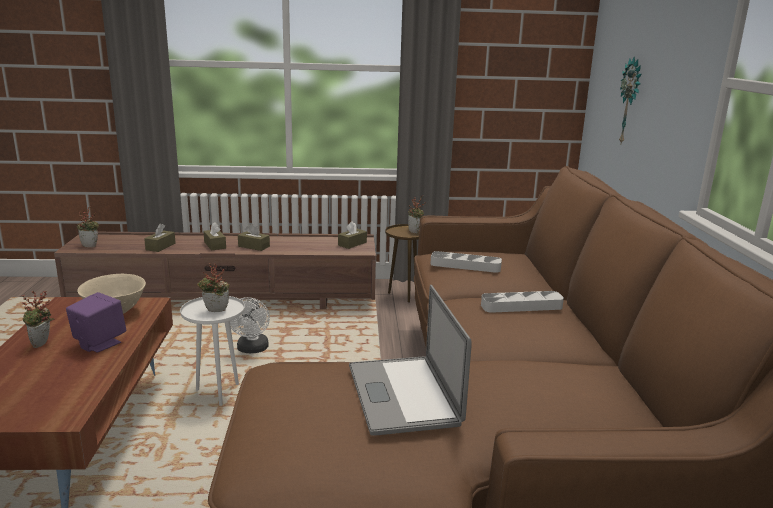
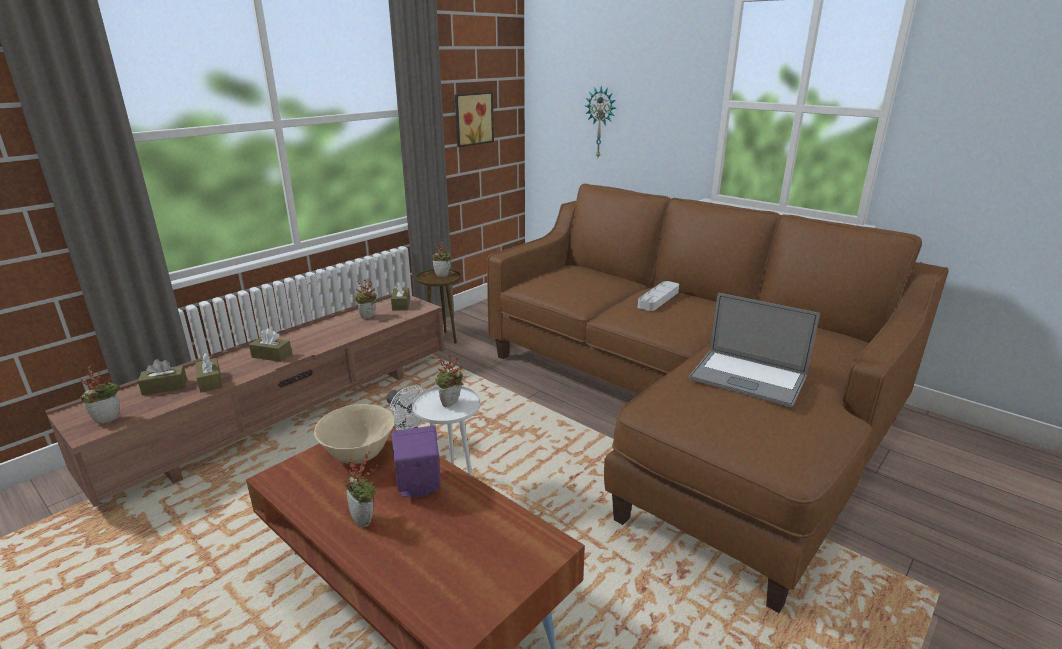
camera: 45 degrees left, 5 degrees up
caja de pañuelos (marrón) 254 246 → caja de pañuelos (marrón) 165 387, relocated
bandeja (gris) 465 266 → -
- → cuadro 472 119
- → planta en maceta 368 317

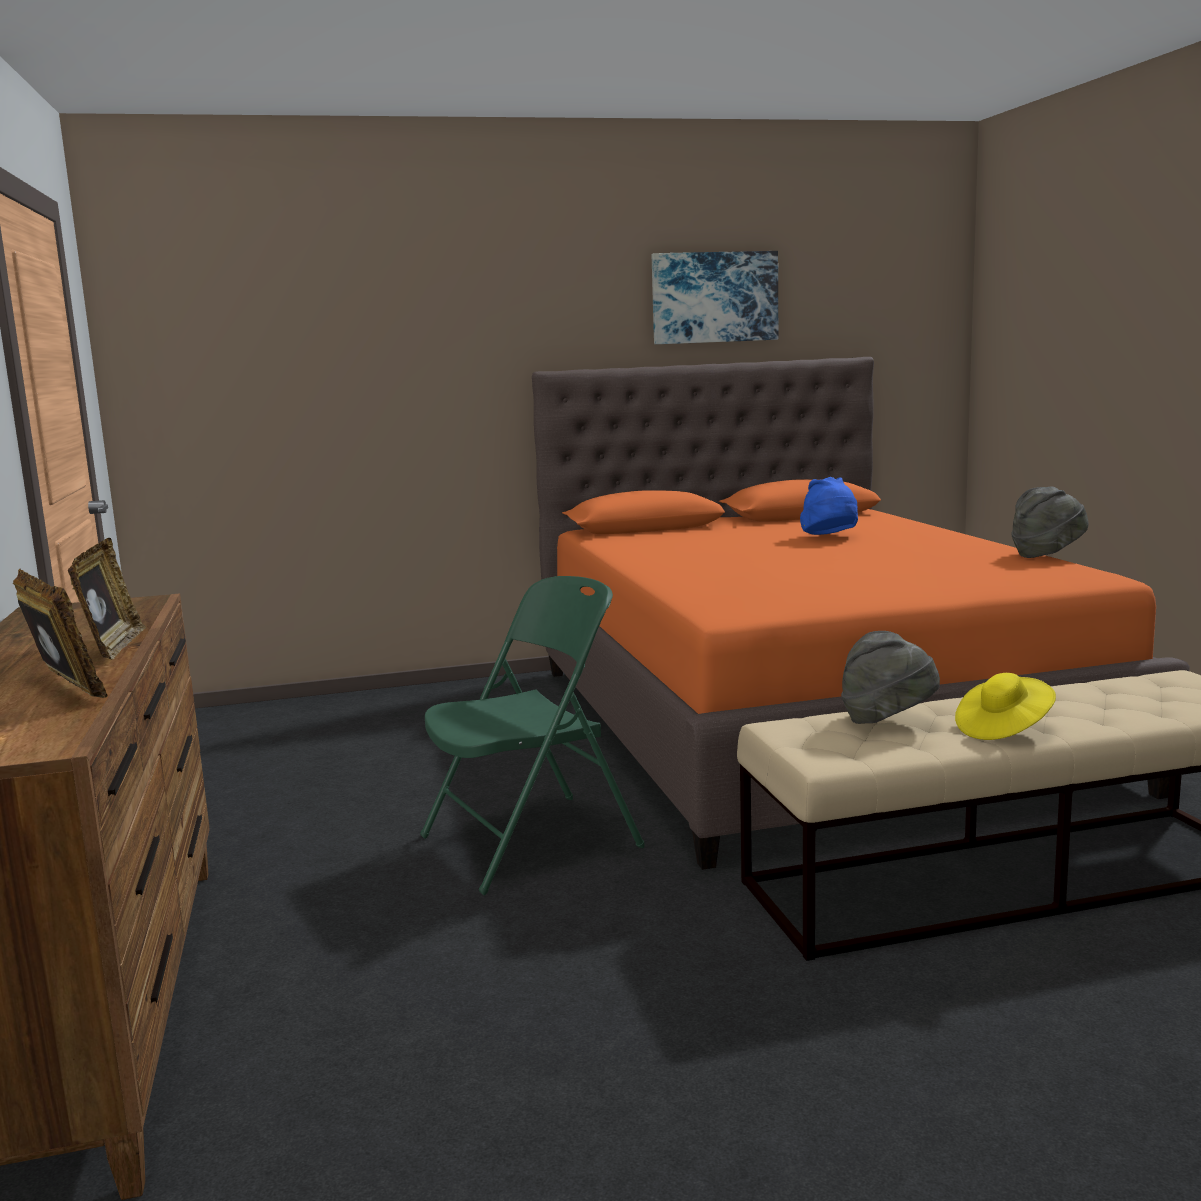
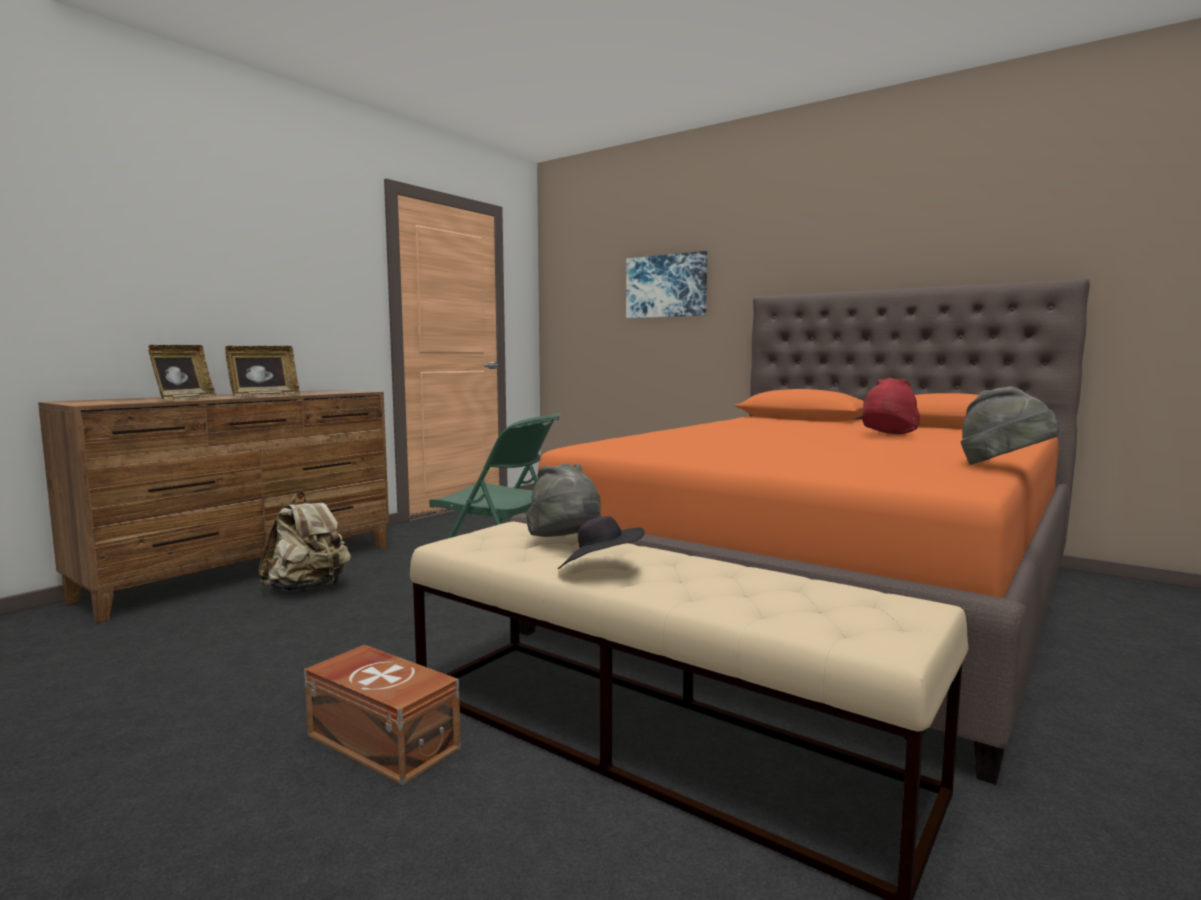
camera: 50 degrees right, 5 degrees down
cuadro 714 297 → cuadro 666 286, relocated
sombrero (azul) 830 537 → sombrero (rojo) 888 435
sombrero (amarillo) 1003 729 → sombrero (negro) 600 570
- → mochila (beis) 308 589
- → caja de almacenaje (marrón) 383 740

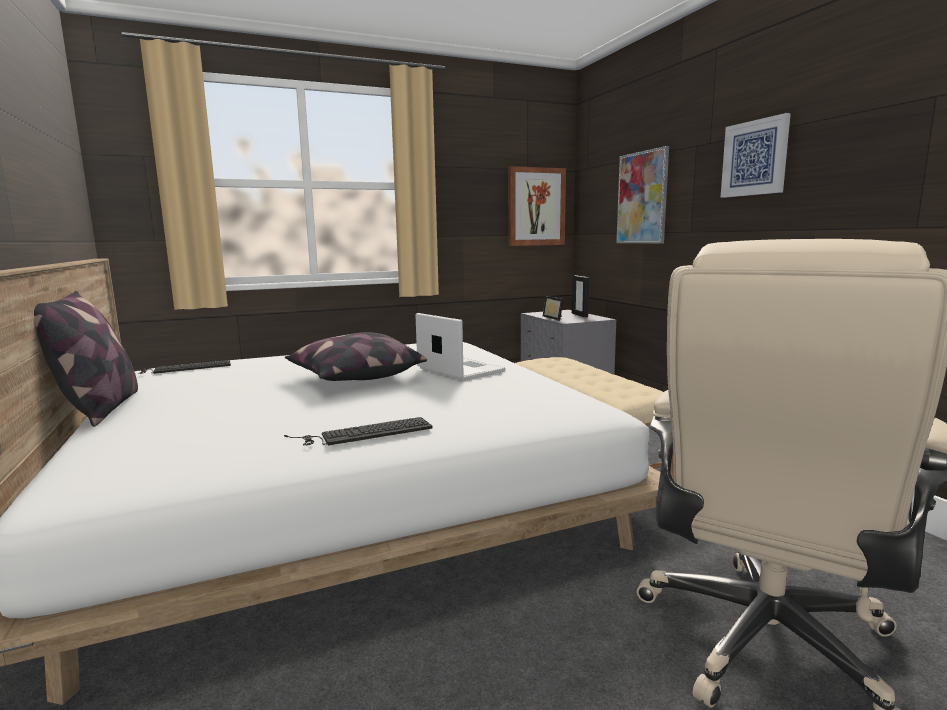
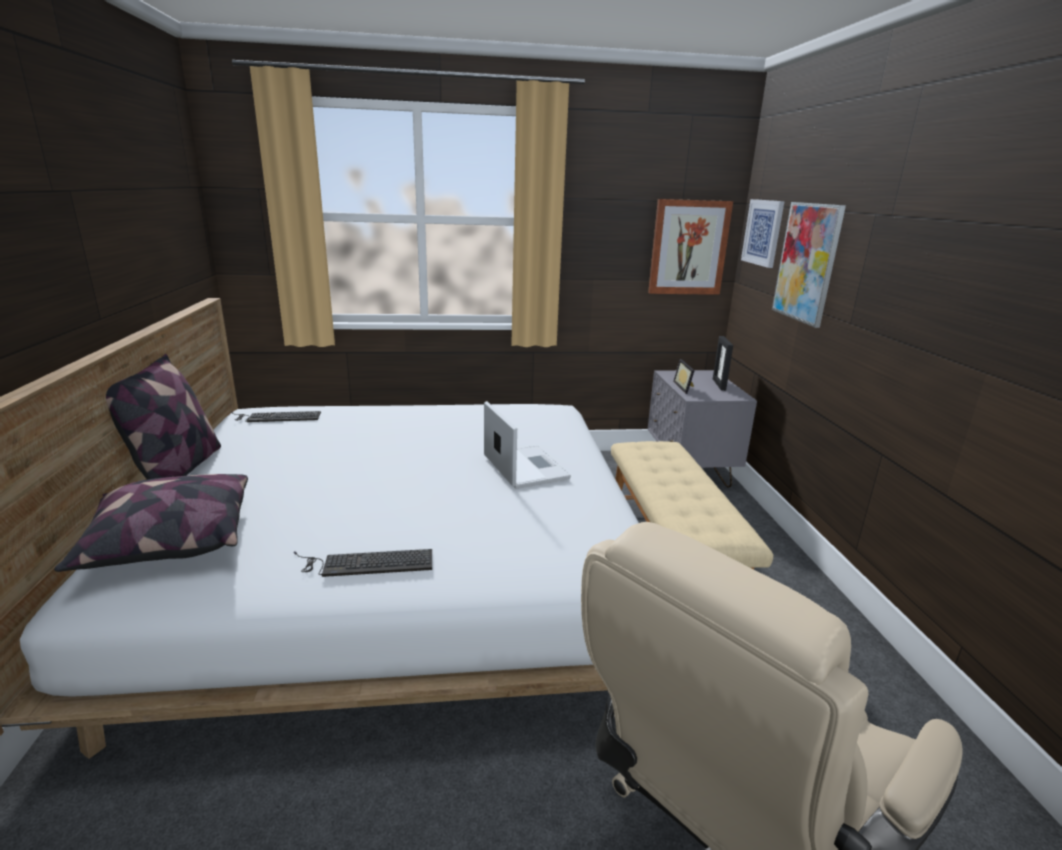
camera: 15 degrees right, 10 degrees up
cuadro 755 158 → cuadro 763 232, relocated
cojín 354 379 → cojín 169 542, relocated

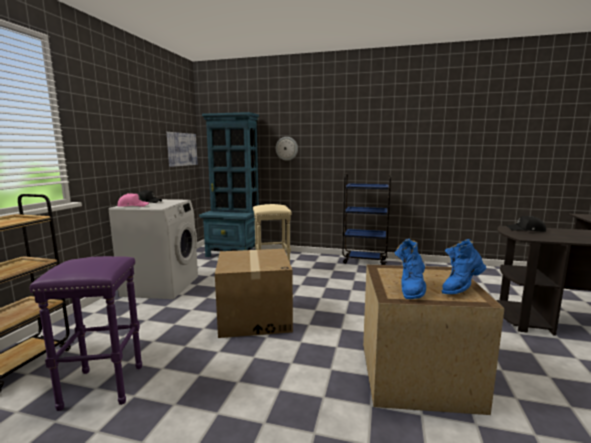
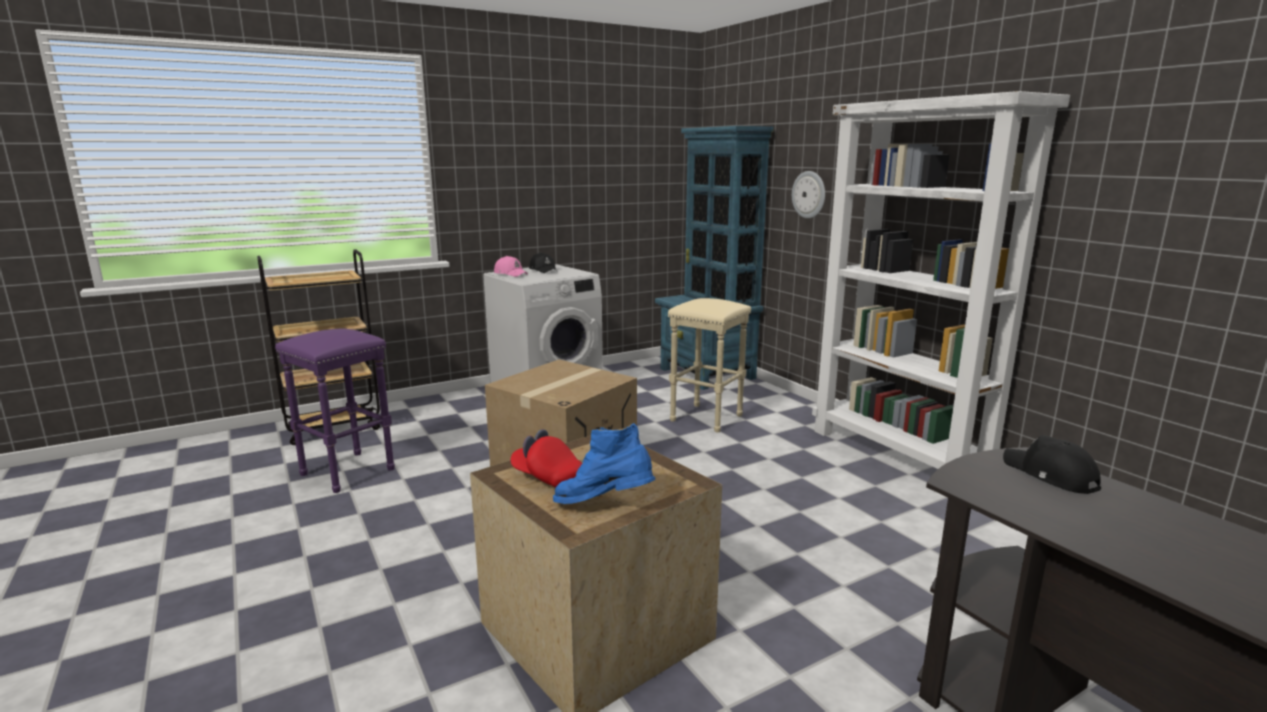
camera: 45 degrees right, 5 degrees up
cuadro 182 149 → -
carrito (azul) 365 261 → estantería (blanco) 899 455
bota (azul) 411 289 → gorra (rojo) 547 477

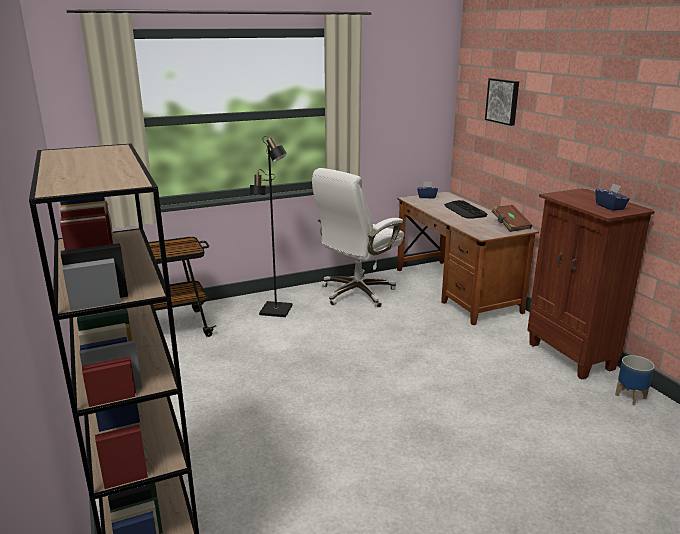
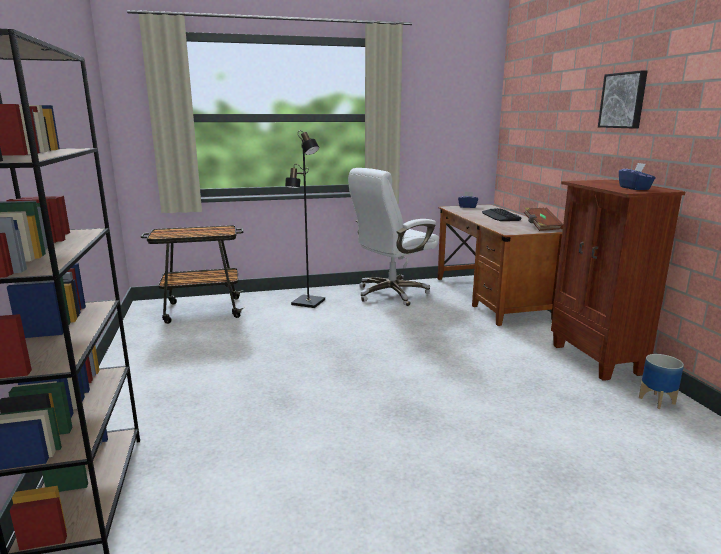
camera: 10 degrees right, 5 degrees down
cuadro 503 101 → cuadro 623 100, relocated

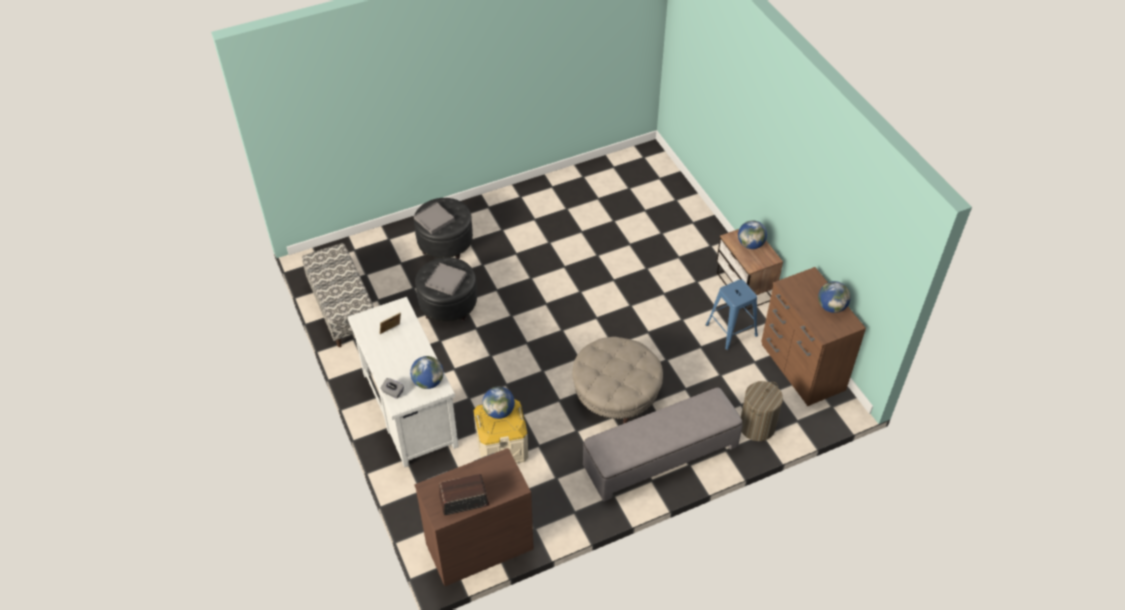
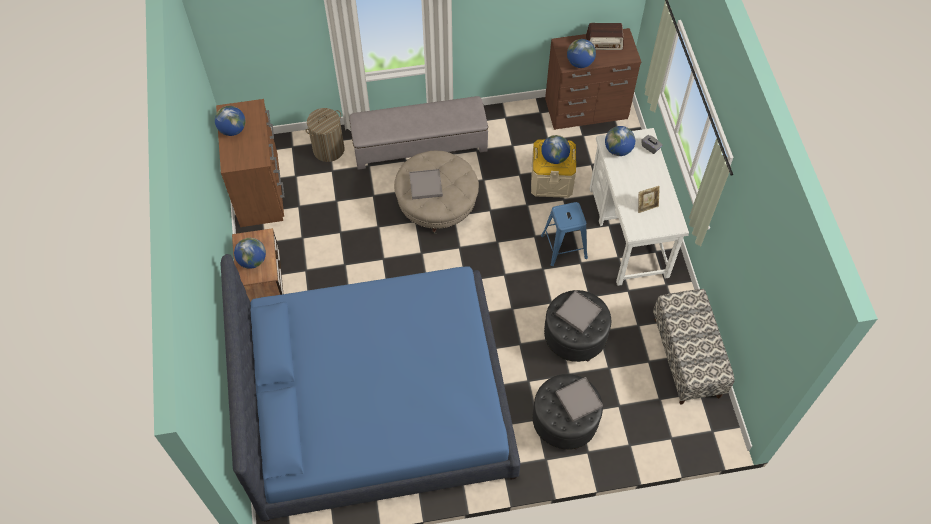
camera: 165 degrees left, 10 degrees up
taburete (azul) 731 330 → taburete (azul) 563 246, relocated
- → globo terráqueo 580 63
- → bandeja (gris) 426 185
- → cama (azul) 377 401

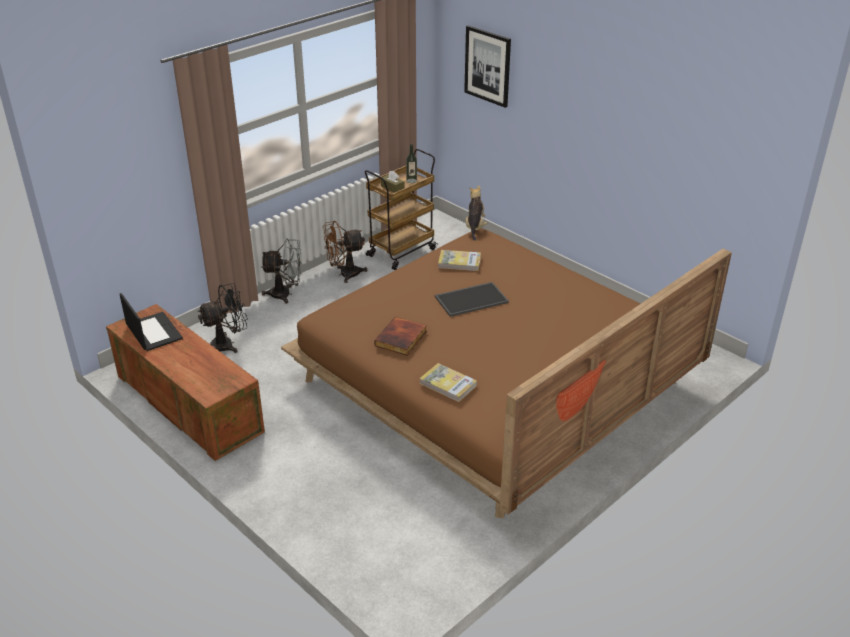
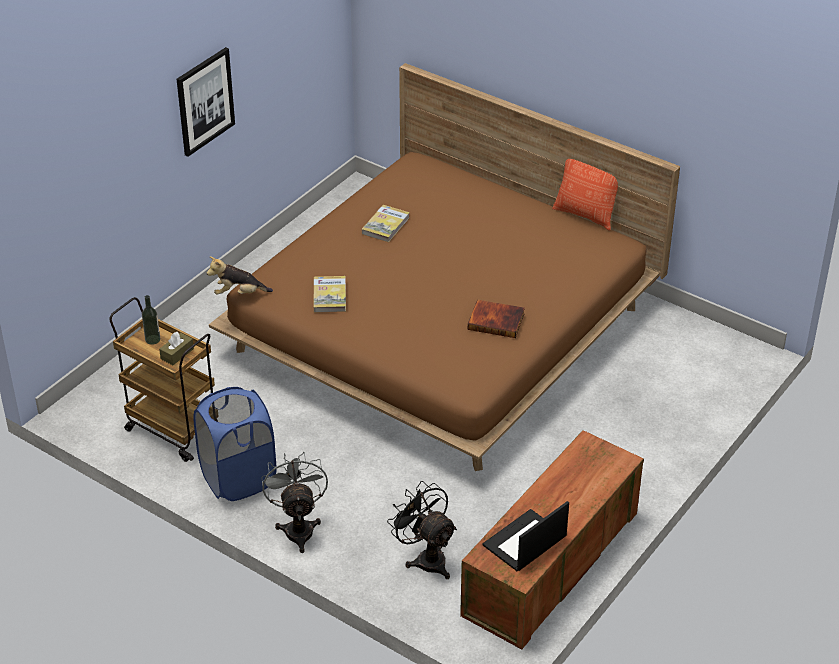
camera: 100 degrees left, 5 degrees up
cuadro 488 66 → cuadro 205 101, relocated
ventilador (marrón) 344 274 → cesto de la ropa (azul) 238 478
bandeja 471 299 → -
libro 448 384 → libro 385 225, relocated

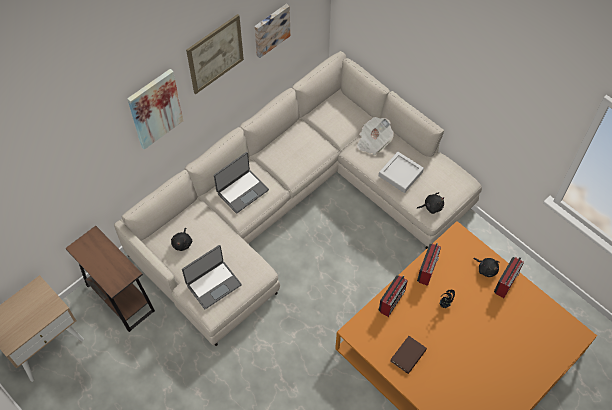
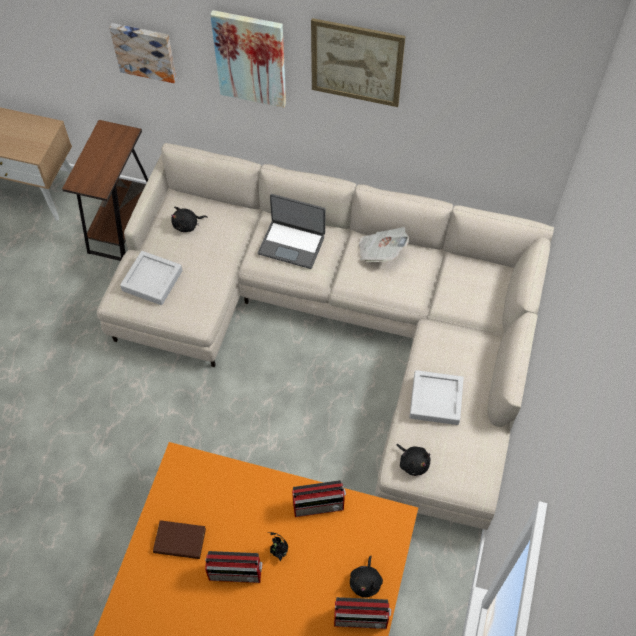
camera: 60 degrees right, 0 degrees up
cuadro 271 29 → cuadro 145 51, relocated
periódico 373 141 → periódico 381 251, relocated
portátil 213 284 → bandeja (gris) 152 280
radio 392 300 → radio 236 573, relocated

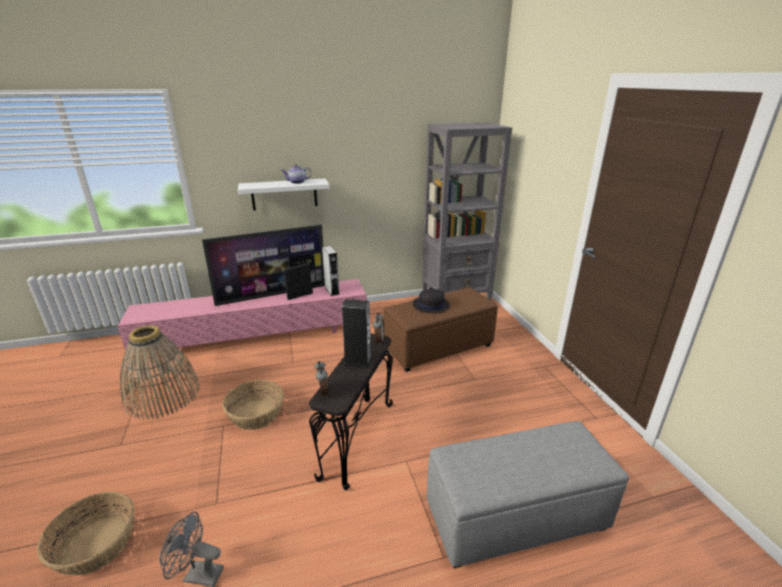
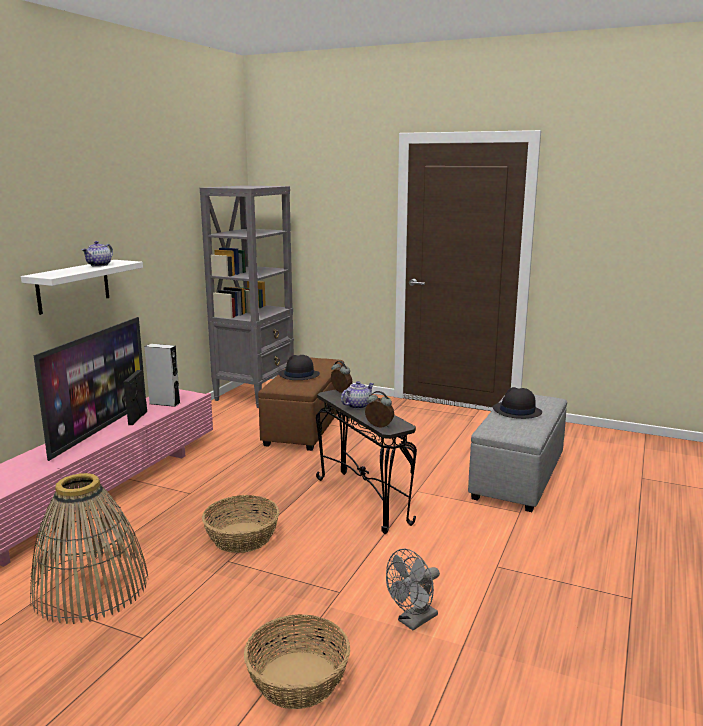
camera: 50 degrees left, 10 degrees down
altavoz 358 361 → tetera 357 406
- → sombrero (negro) 516 411

